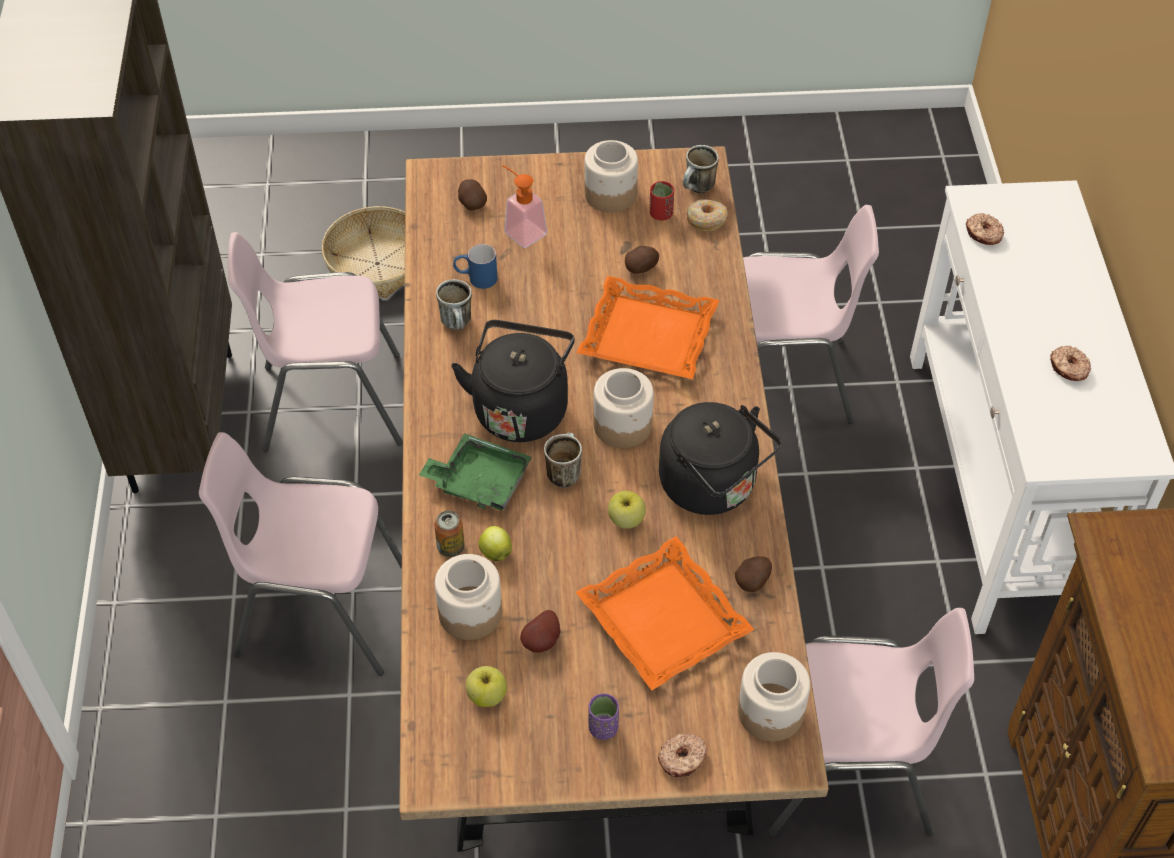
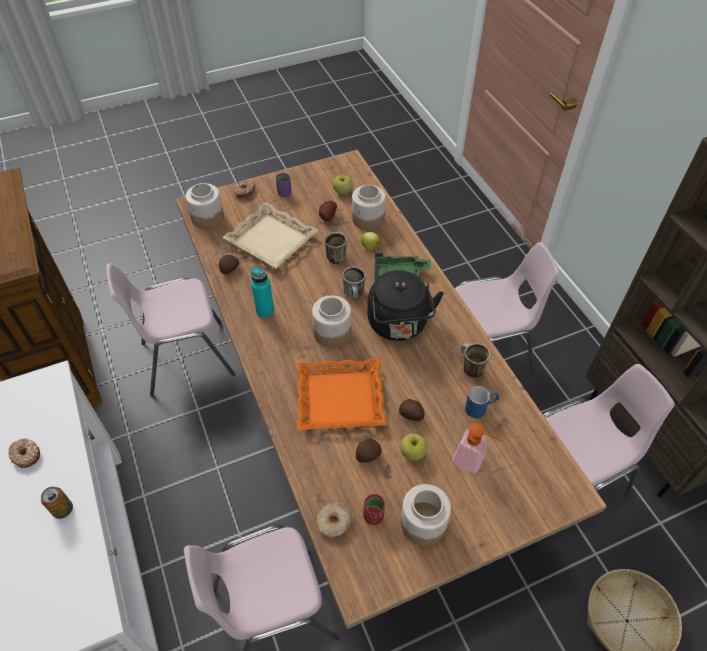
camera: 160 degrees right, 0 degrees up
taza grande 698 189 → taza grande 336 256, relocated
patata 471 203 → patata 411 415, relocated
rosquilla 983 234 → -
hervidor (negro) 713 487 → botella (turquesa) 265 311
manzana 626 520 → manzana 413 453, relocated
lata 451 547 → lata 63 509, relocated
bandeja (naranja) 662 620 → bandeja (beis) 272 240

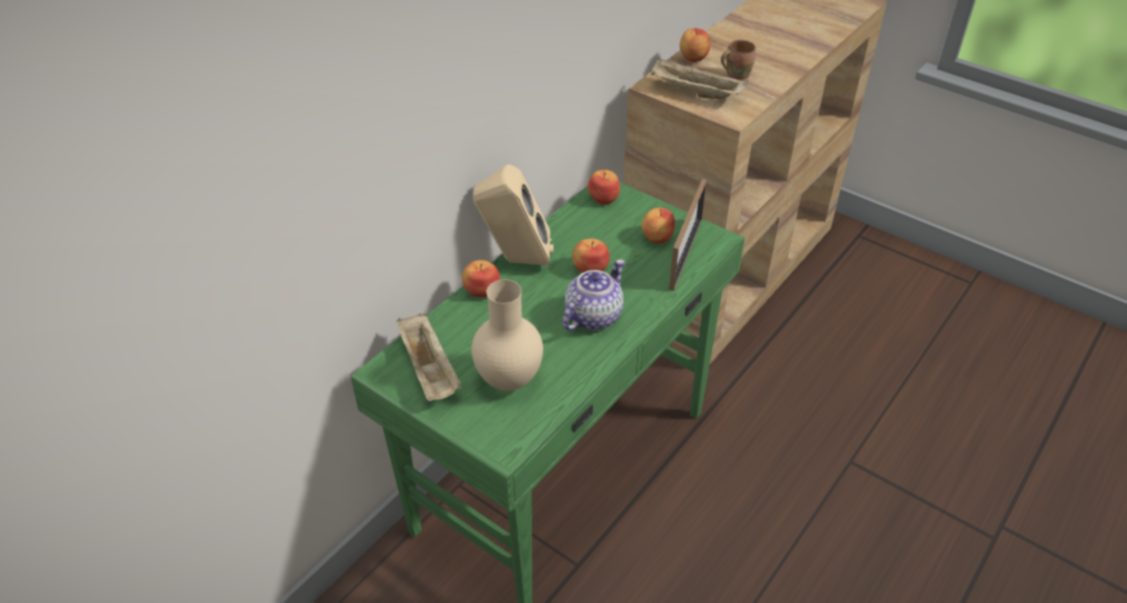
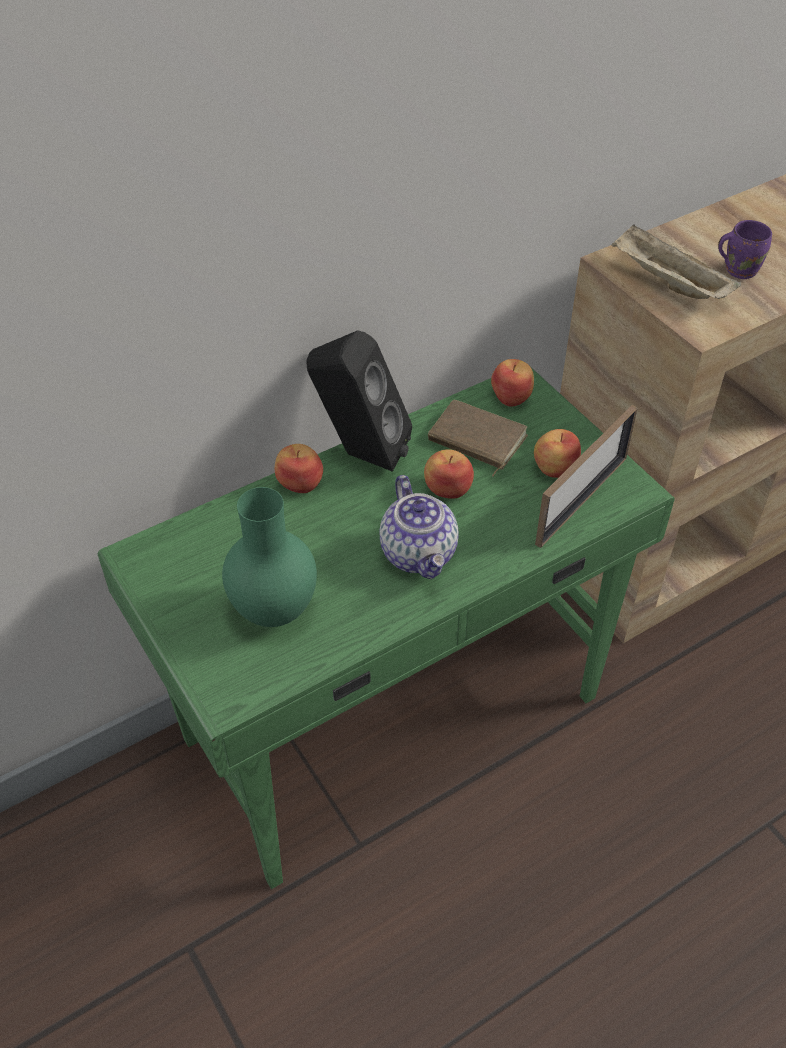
camera: 20 degrees right, 5 degrees up
manzana 692 57 → -
taza grande (marrón) 735 75 → taza grande (morado) 738 269
altavoz (beis) 515 261 → altavoz (negro) 359 454
tetera 593 315 → tetera 419 553, 105 degrees clockwise
florero (beis) 510 381 → florero (verde) 276 612
bandeja (beis) 430 370 → -
- → libro (marrón) 475 440

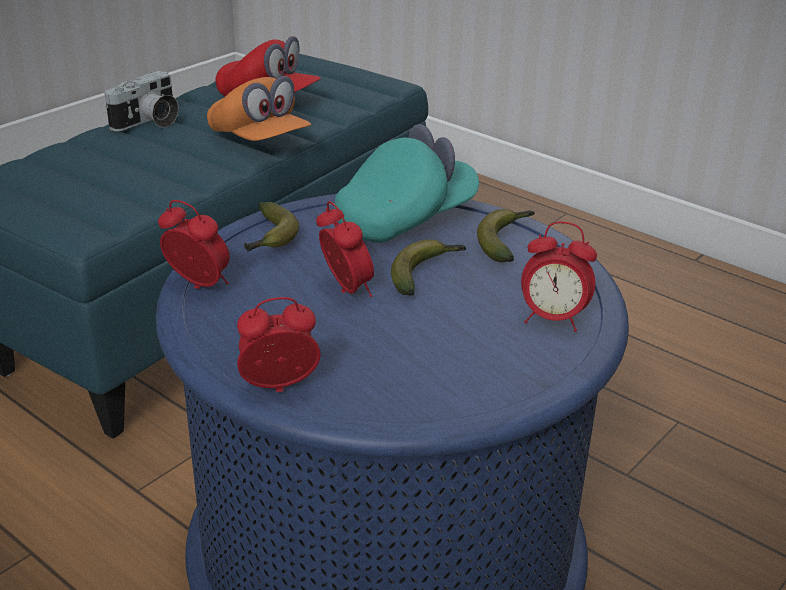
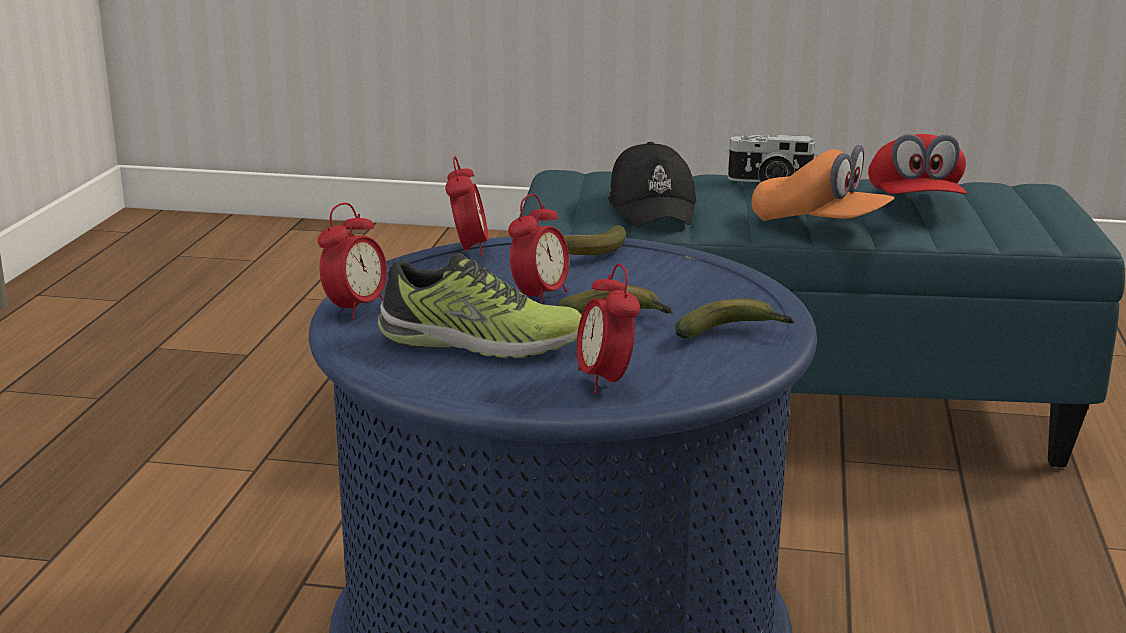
camera: 60 degrees right, 10 degrees down
gorra (naranja) 259 140 → gorra (naranja) 819 225, 75 degrees counterclockwise
gorra (turquesa) 406 219 → -
despertador 279 388 → despertador 355 309, 75 degrees clockwise
- → gorra (negro) 653 208
- → zapato 480 342

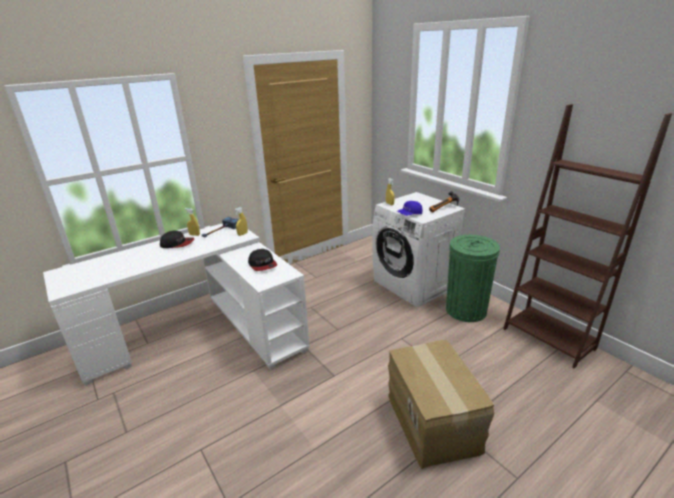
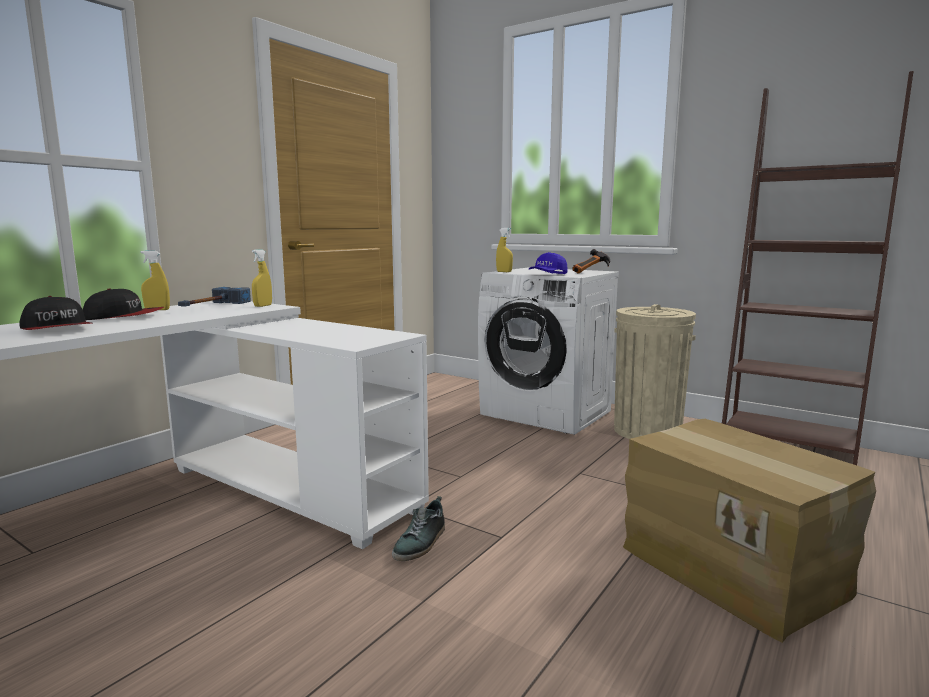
camera: 20 degrees left, 15 degrees down
papelera (verde) 466 310 → papelera (beis) 647 431
gorra 262 264 → gorra 57 329, relocated
- → zapato 421 543

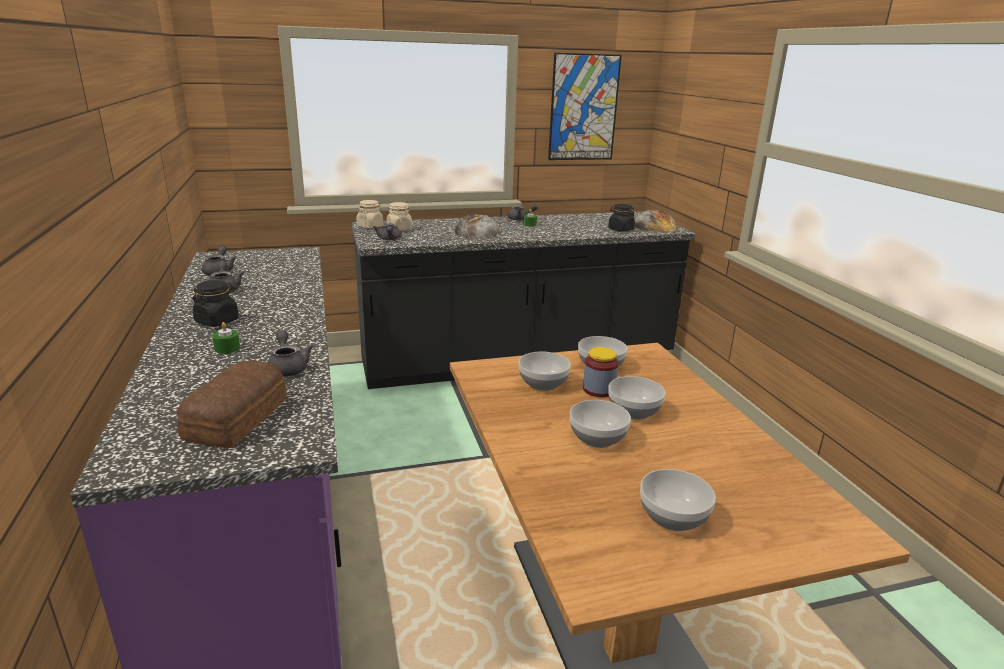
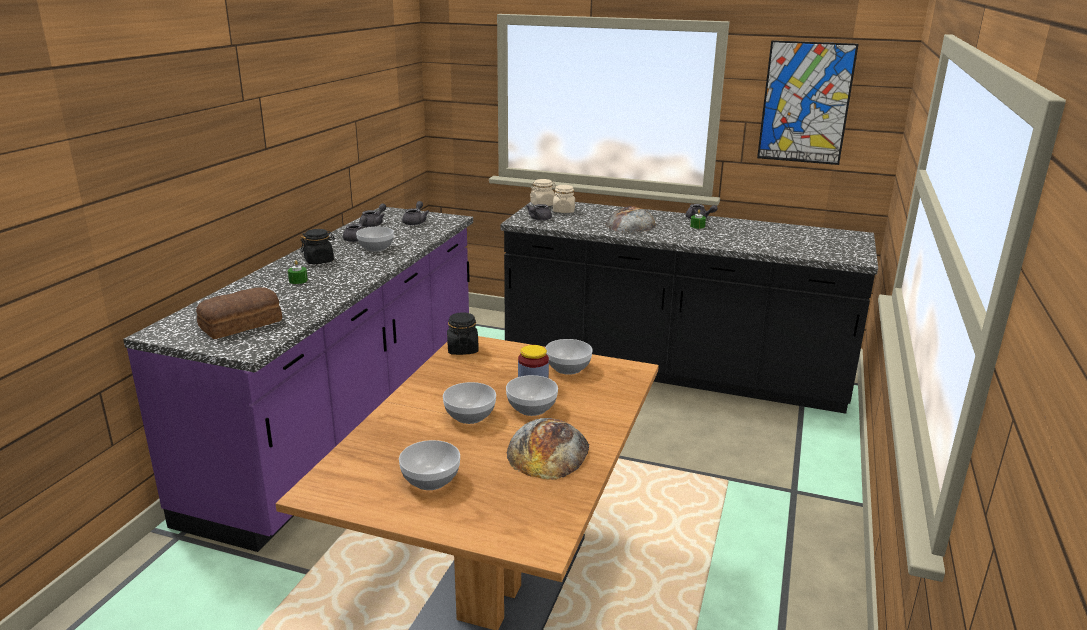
camera: 35 degrees right, 0 degrees up
tarro (negro) 620 229 → tarro (negro) 462 349, relocated
pan 654 225 → pan 548 451, relocated
tetera (gris) 288 367 → tetera (gris) 415 222, relocated
cuenco 543 383 → cuenco 376 248, relocated

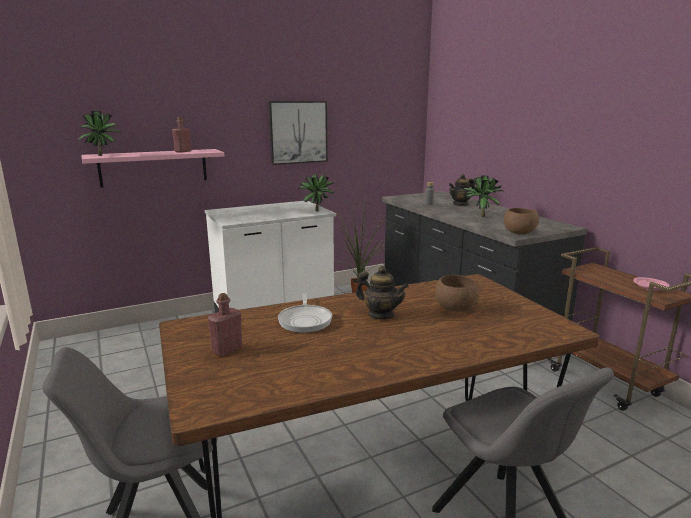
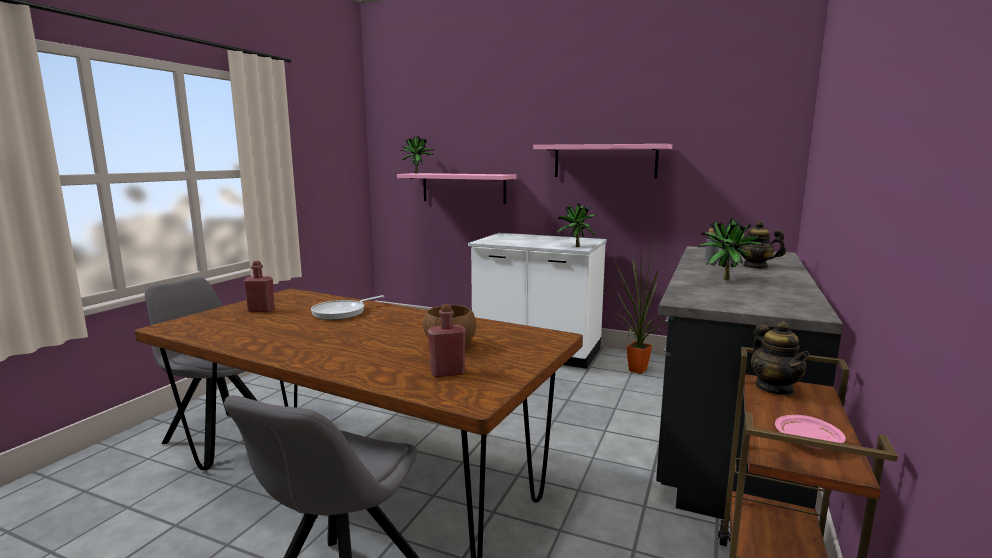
camera: 50 degrees right, 5 degrees down
cuadro 298 132 → estante (rosa) 605 161
botella (rojo) 183 151 → botella (rojo) 447 372, relocated
cuenco (marrón) 519 233 → -
tetera 381 315 → tetera 775 388, relocated

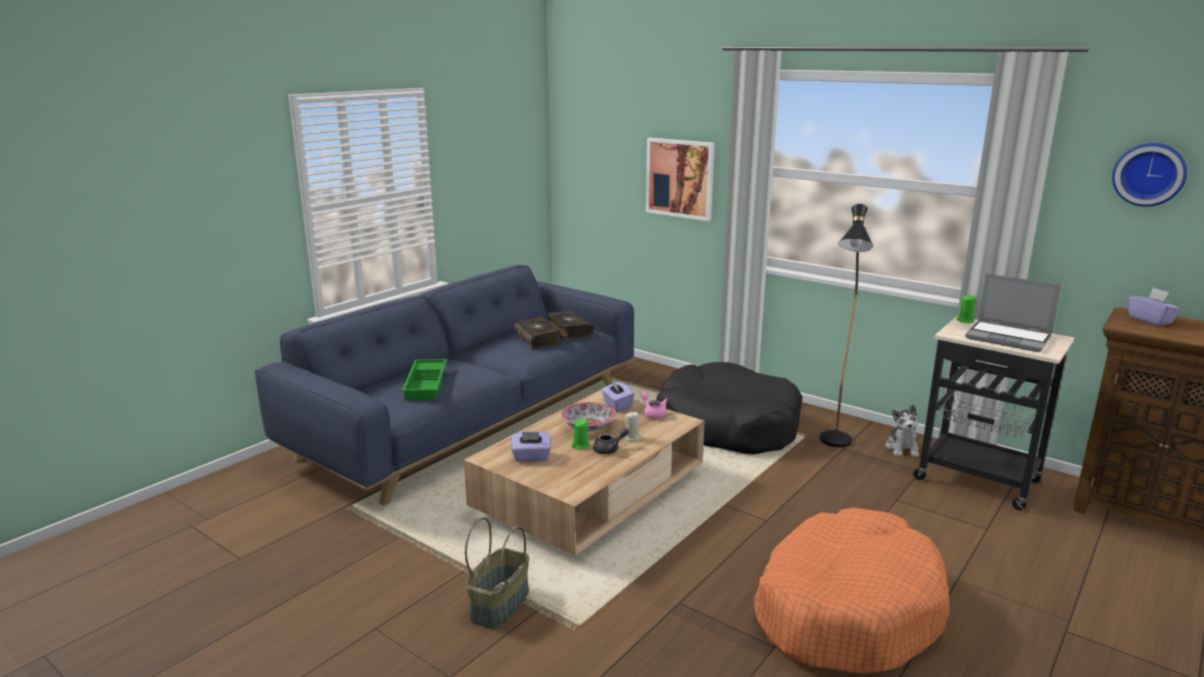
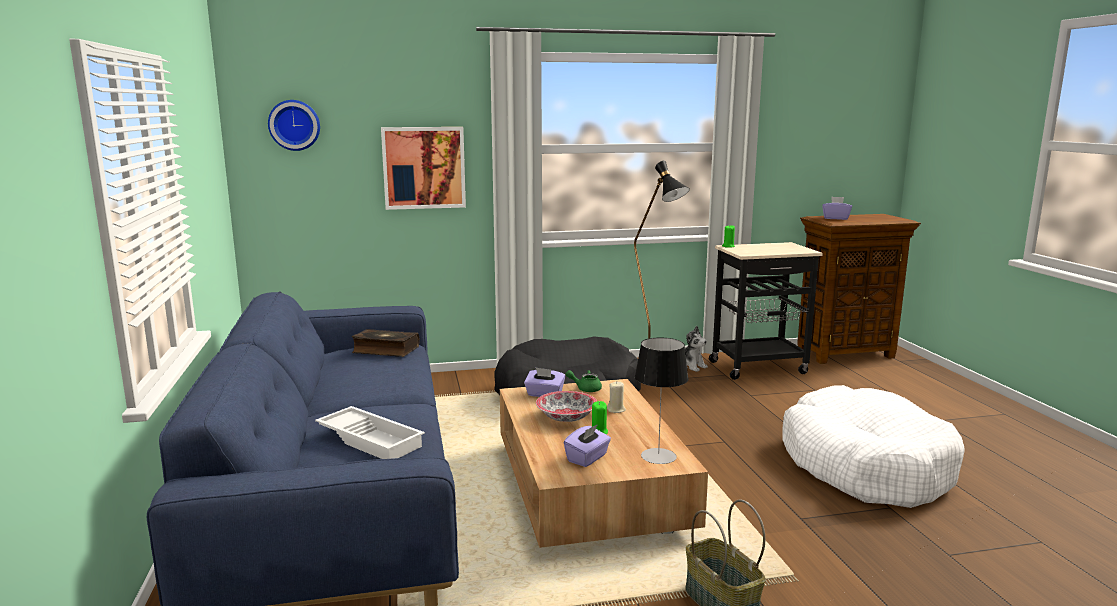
camera: 50 degrees left, 5 degrees down
reloj de pared 1149 174 → reloj de pared 294 125, relocated
portátil 1009 338 → -
libro 538 339 → -
bandeja (verde) 427 384 → bandeja (blanco) 372 439
tetera (rosa) 653 414 → tetera (verde) 585 389
tetera (gris) 610 449 → -
cama para perro (naranja) 846 610 → cama para perro (blanco) 865 465
- → lámpara de mesa 658 456

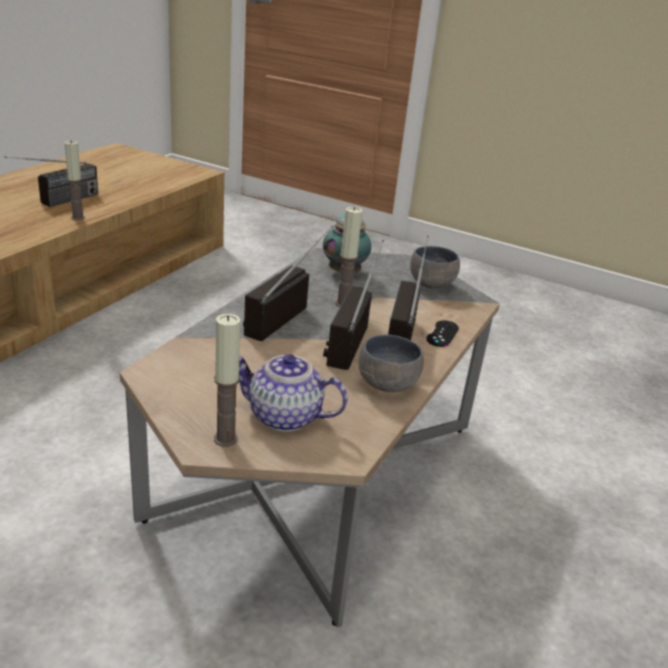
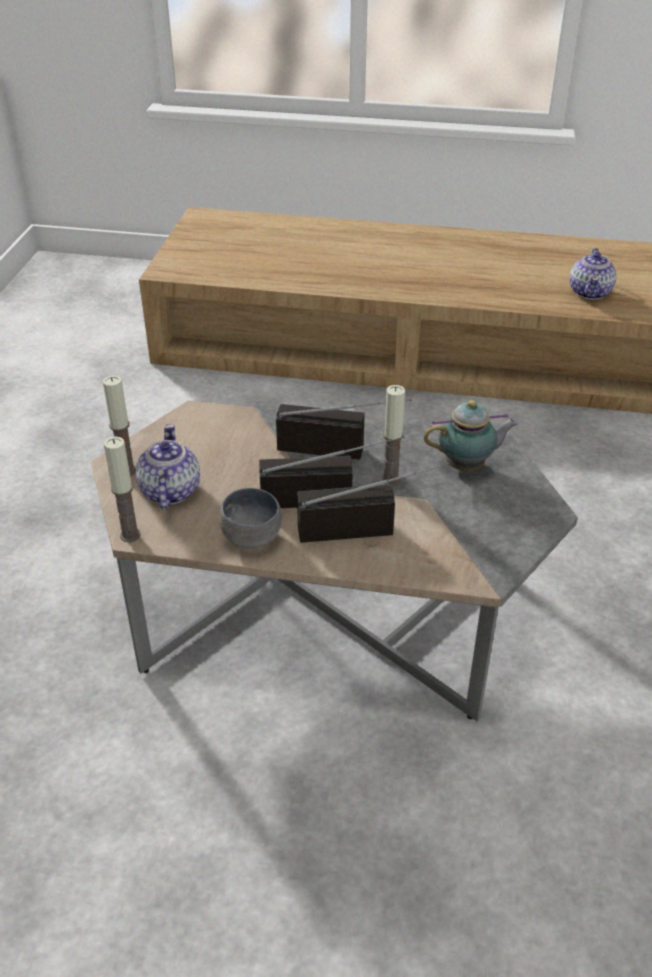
camera: 75 degrees right, 10 degrees up
vela 78 218 → vela 130 535, relocated
radio 57 202 → -
cuenco (gris) 430 283 → -
mando de consola (negro) 442 334 → -
- → tetera 590 292

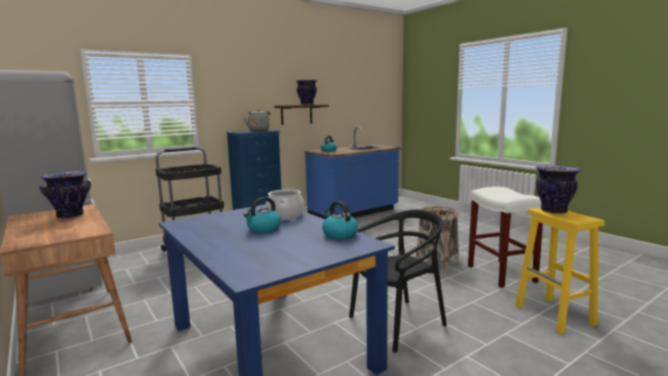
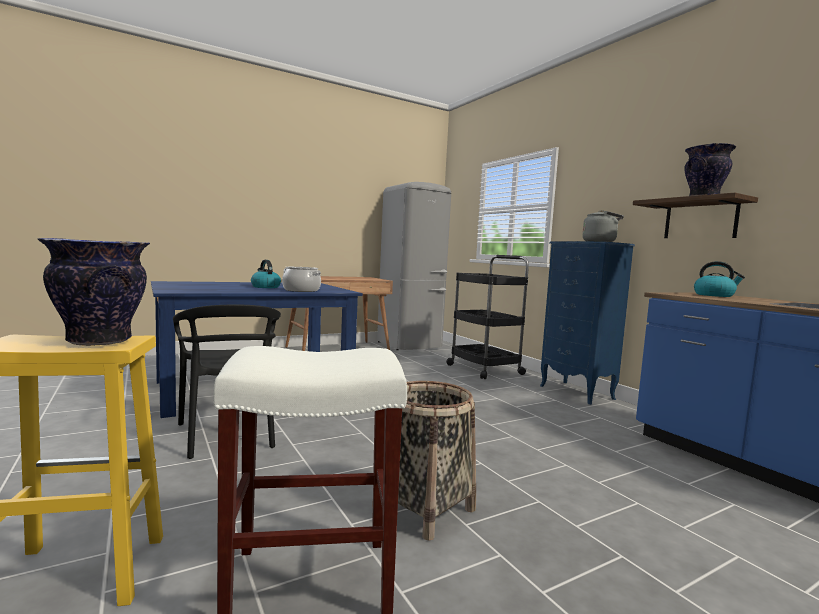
camera: 95 degrees right, 5 degrees down
florero 70 216 → -
hervidor 339 234 → -

